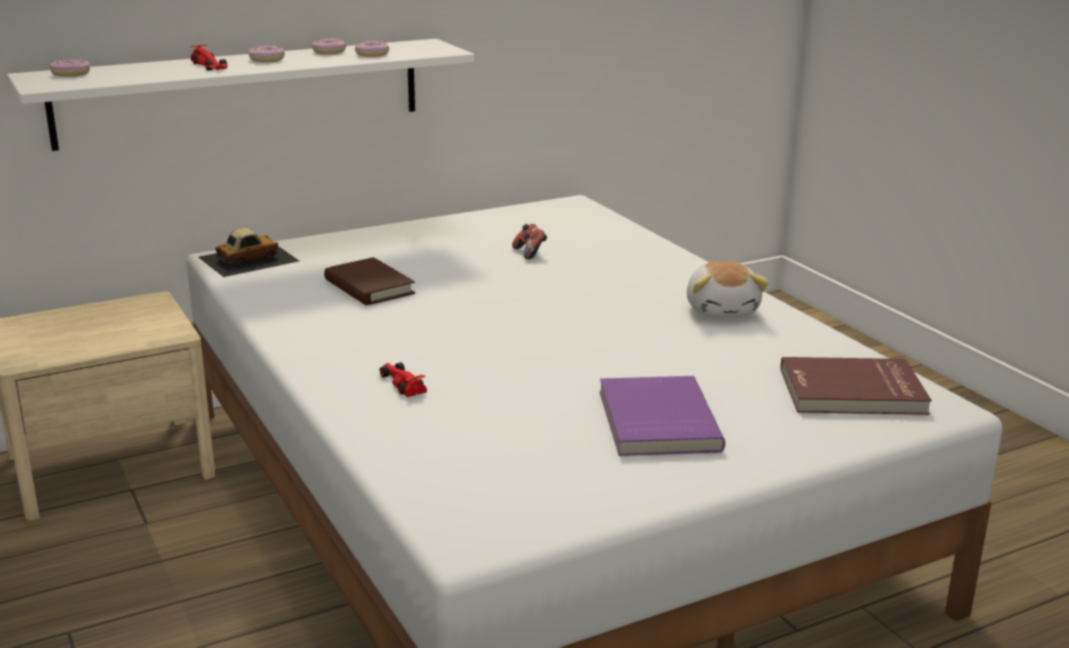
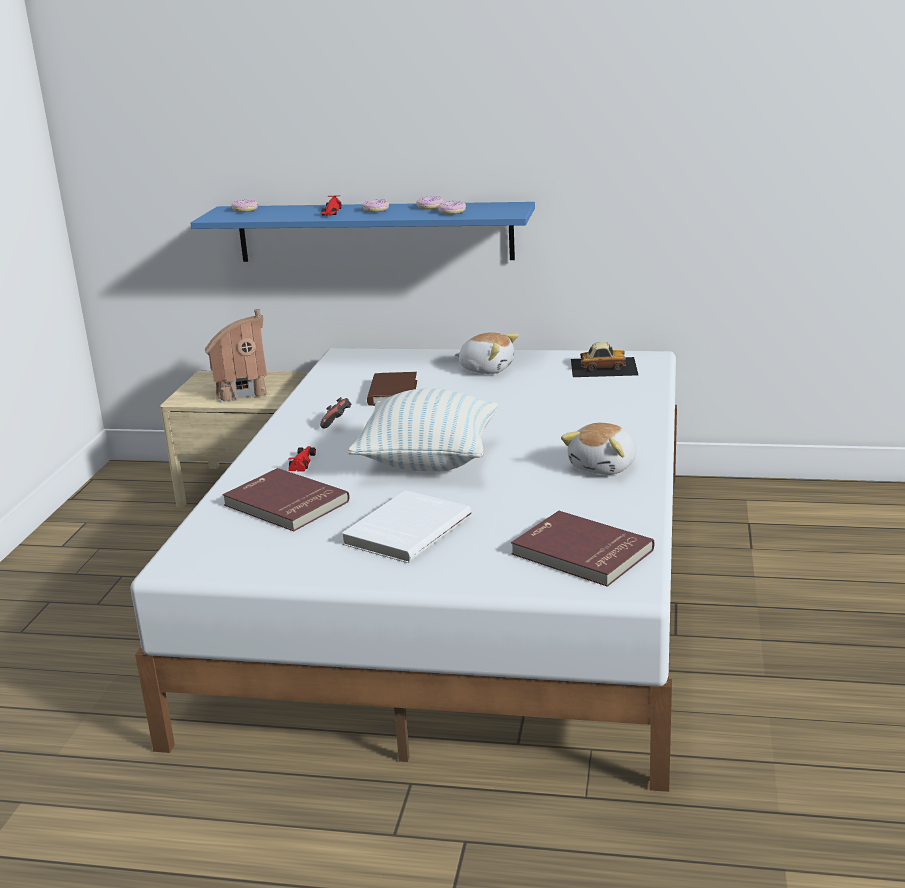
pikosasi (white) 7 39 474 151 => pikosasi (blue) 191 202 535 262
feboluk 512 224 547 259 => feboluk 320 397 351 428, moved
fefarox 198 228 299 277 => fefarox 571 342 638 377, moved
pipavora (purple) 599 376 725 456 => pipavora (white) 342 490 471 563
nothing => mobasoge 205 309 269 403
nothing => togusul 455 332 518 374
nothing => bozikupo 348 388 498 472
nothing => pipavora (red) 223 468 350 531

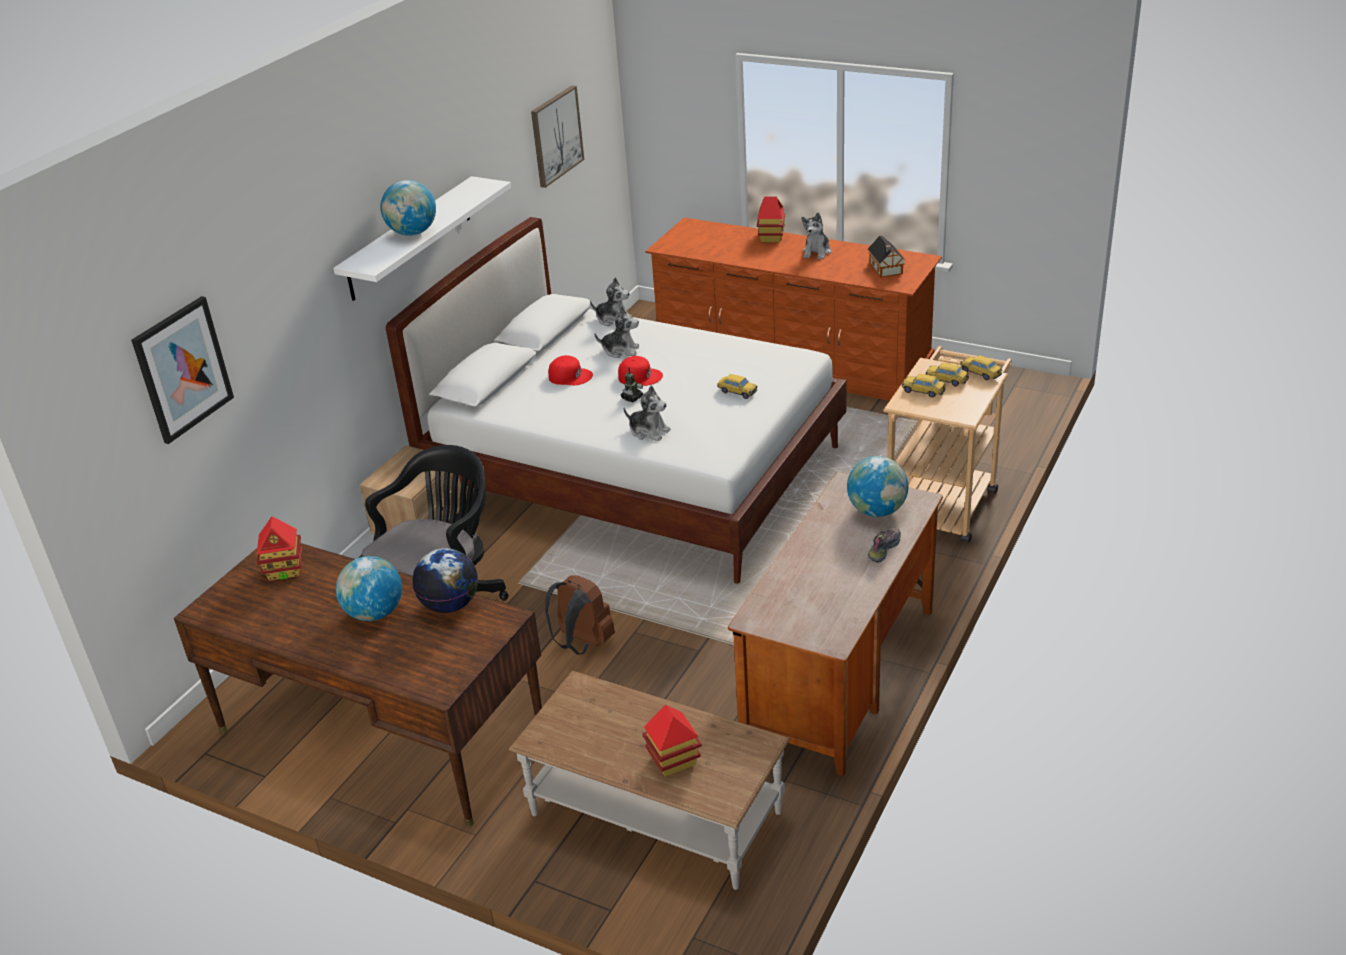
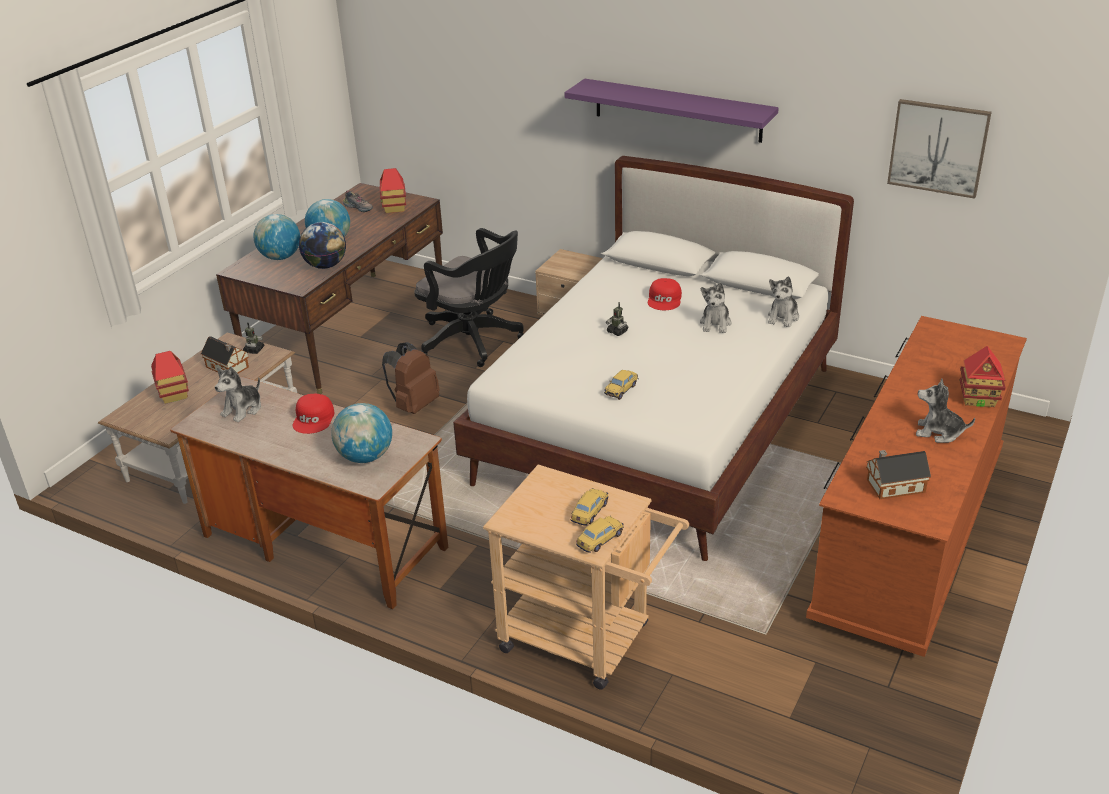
pikosasi (white) 333 176 511 301 => pikosasi (purple) 565 79 779 143
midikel 381 180 436 236 => midikel 253 214 300 260, moved
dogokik 131 296 234 444 => nothing
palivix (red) 618 356 663 386 => palivix (red) 293 394 334 434, moved
fefarox 902 373 946 398 => nothing
togusul 624 385 671 441 => togusul 215 366 261 422, moved
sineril 868 528 901 563 => sineril 343 190 373 212, moved
nothing => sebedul 243 322 265 354
nothing => mobasoge 201 336 249 373

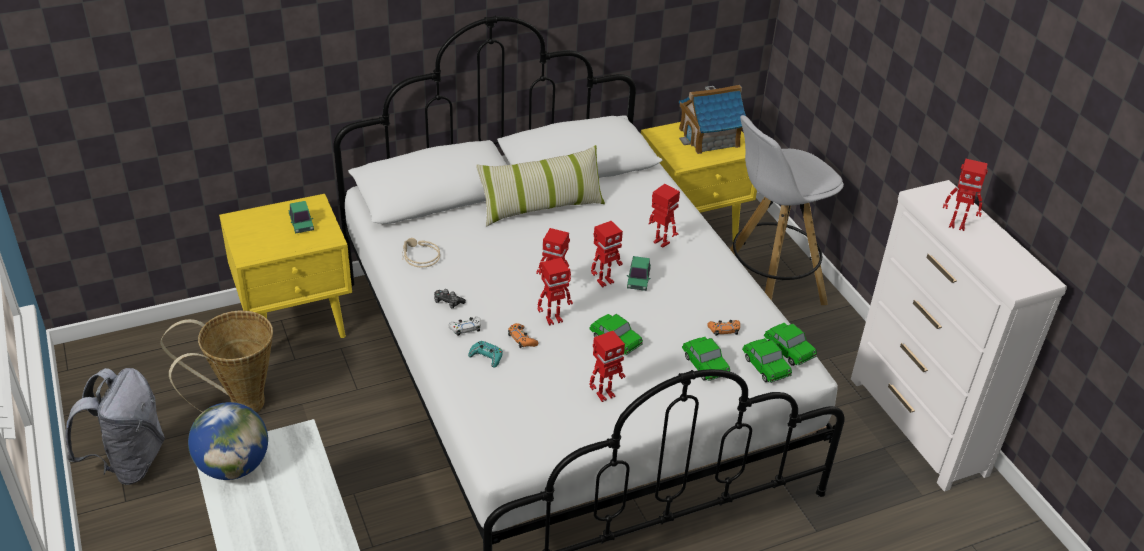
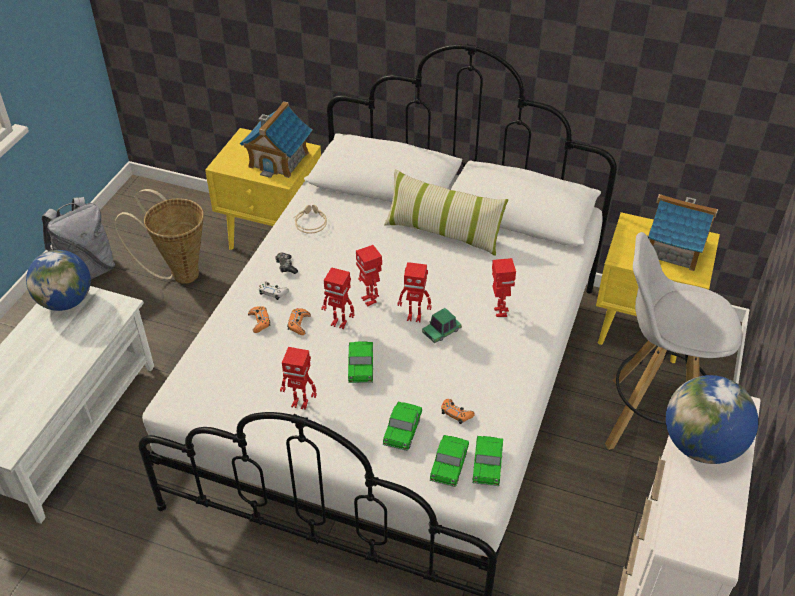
sebedul 943 159 988 231 => midikel 666 375 758 464
fefarox 289 201 314 234 => mobasoge 240 101 312 178
feboluk (turquoise) 468 341 503 368 => feboluk (orange) 248 306 271 333

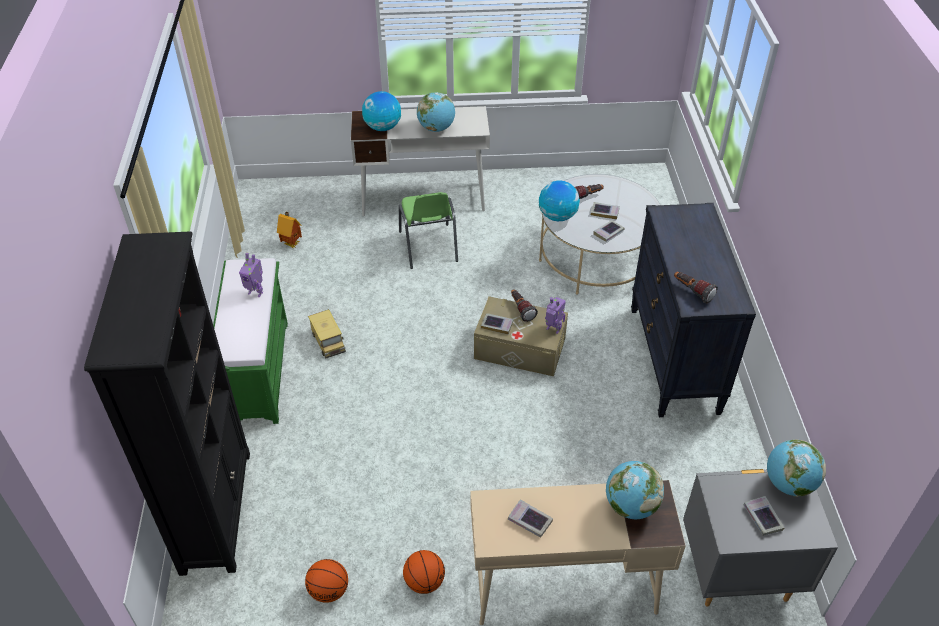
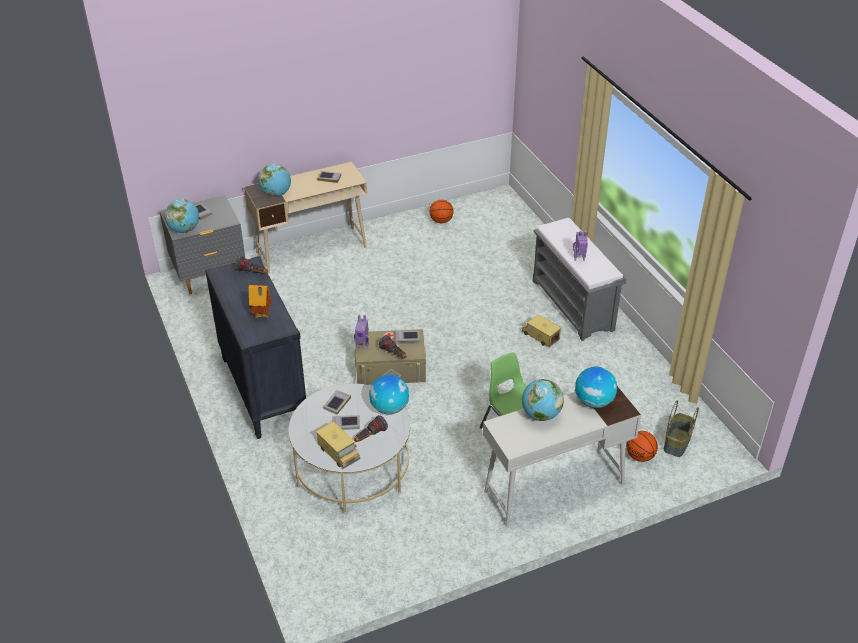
mobasoge 277 212 302 248 => mobasoge 249 285 272 318, moved
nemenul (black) 84 232 250 576 => nothing
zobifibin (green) 213 258 288 424 => zobifibin (grey) 533 218 627 341
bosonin 403 550 445 594 => bosonin 626 431 658 462, moved
nothing => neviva 664 400 699 457
nothing => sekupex 316 421 360 469

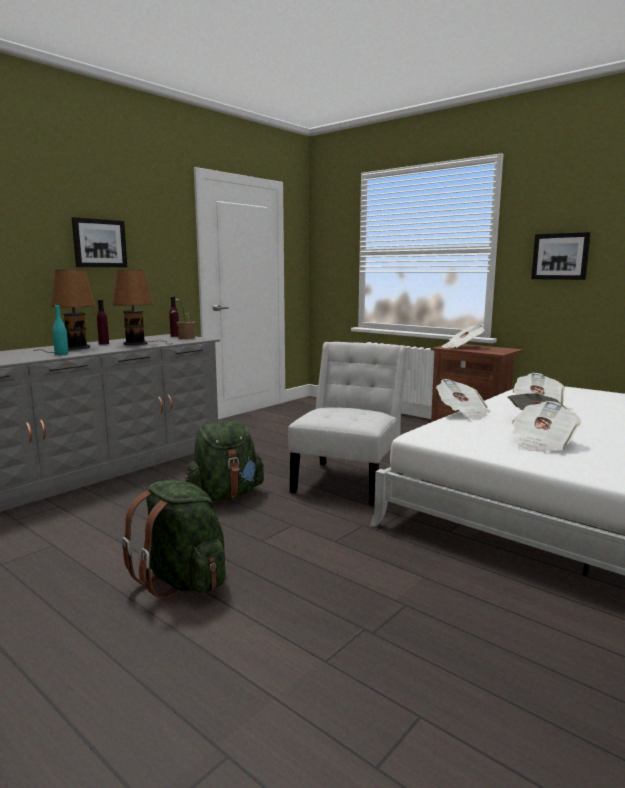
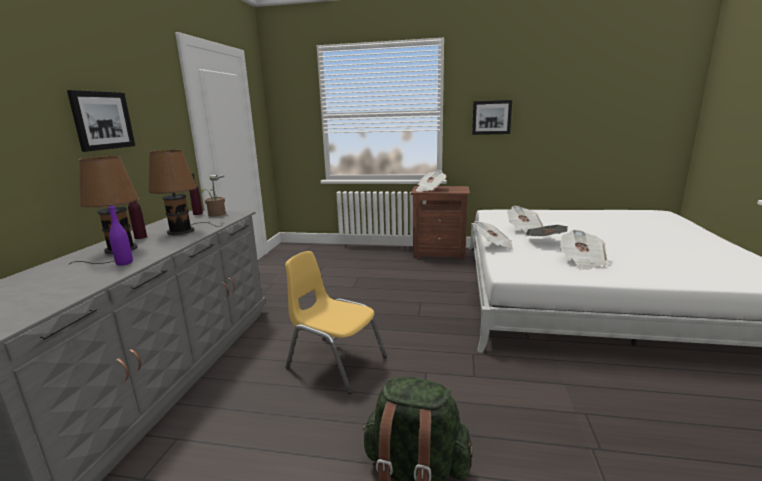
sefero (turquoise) 53 304 68 355 => sefero (purple) 108 204 133 266
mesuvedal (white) 288 342 406 506 => nothing
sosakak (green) 185 421 264 501 => mesuvedal (yellow) 285 251 387 394

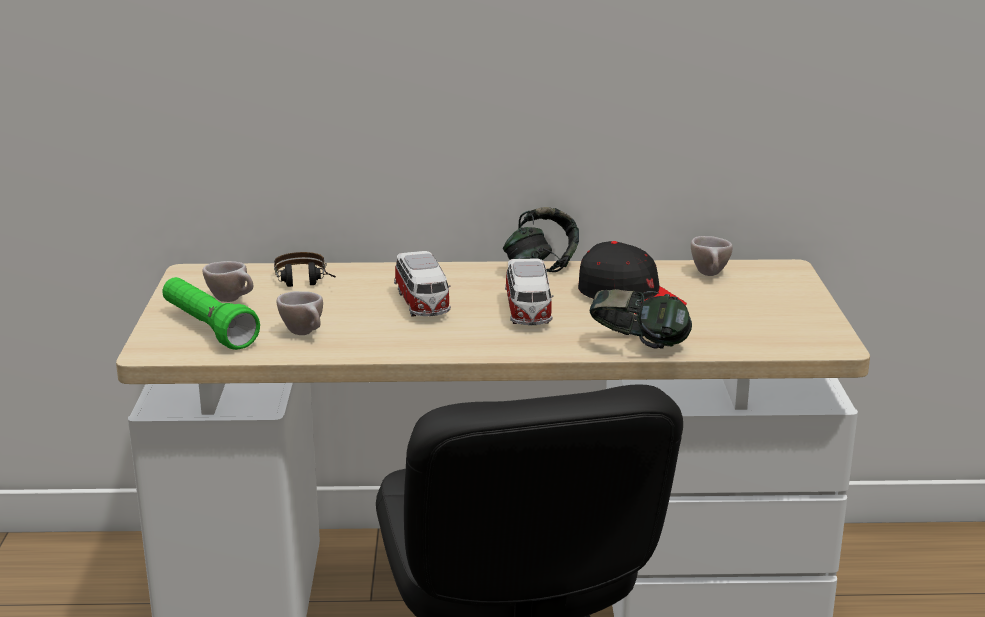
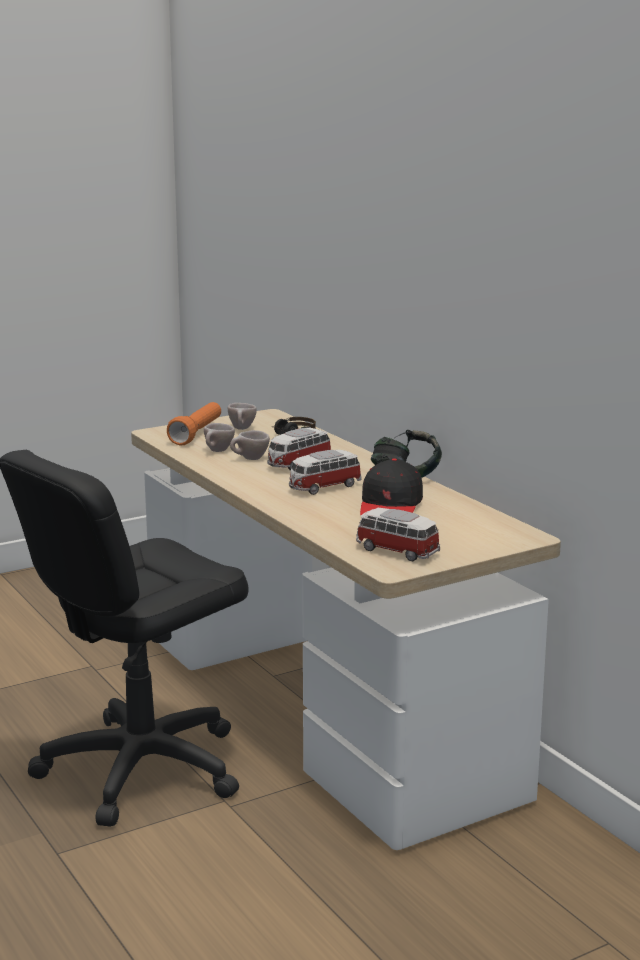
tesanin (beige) 691 236 733 276 => tesanin (beige) 230 430 270 460, moved
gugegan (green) 162 277 260 350 => gugegan (orange) 167 402 221 446
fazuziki 590 289 692 349 => nothing
nothing => fefarox 356 508 440 561

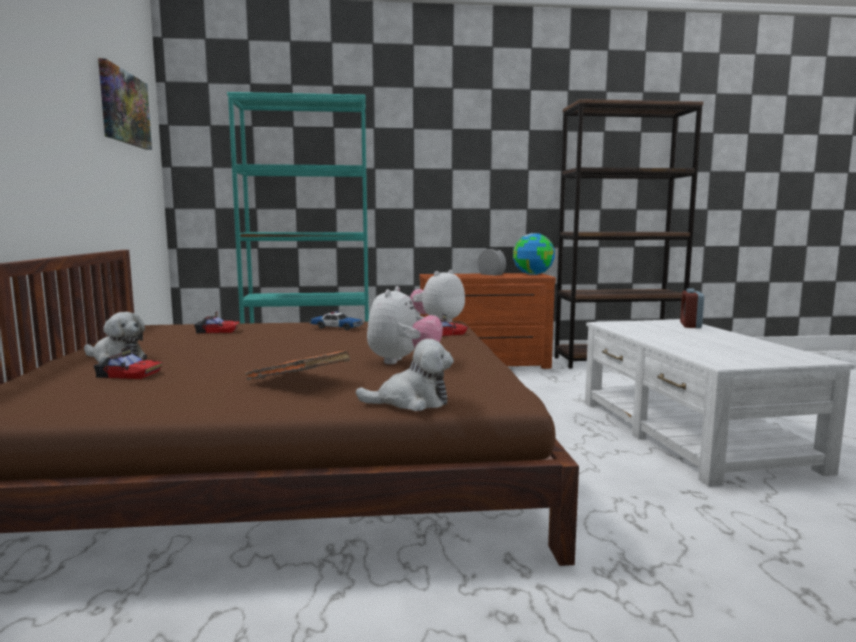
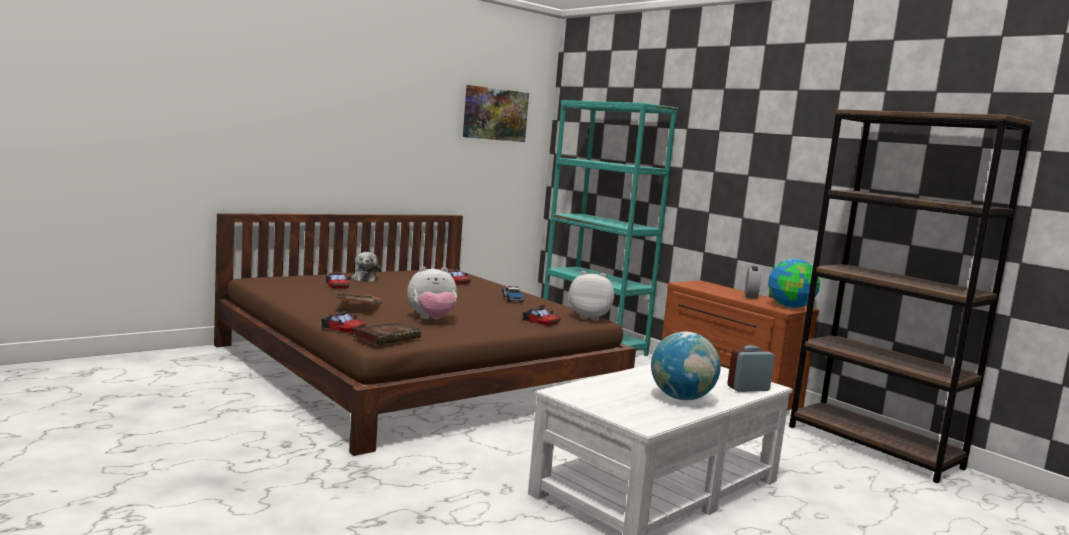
togusul 356 339 454 411 => fefarox 321 309 366 333
nothing => pipavora 353 322 421 345
nothing => midikel 651 332 721 400

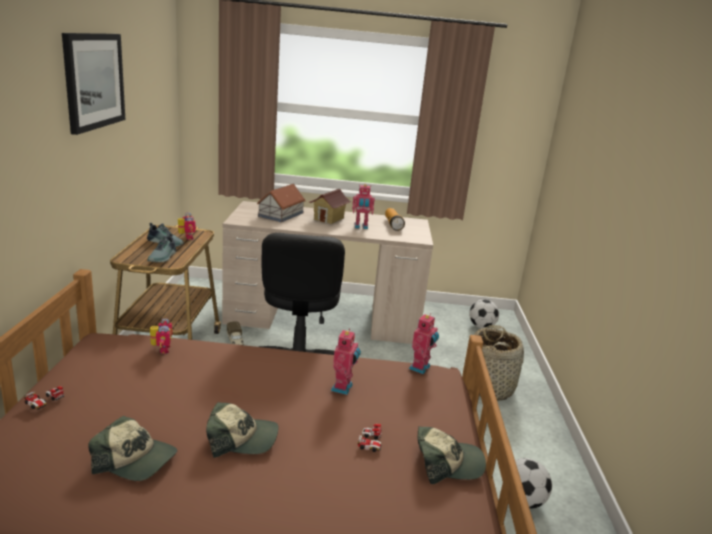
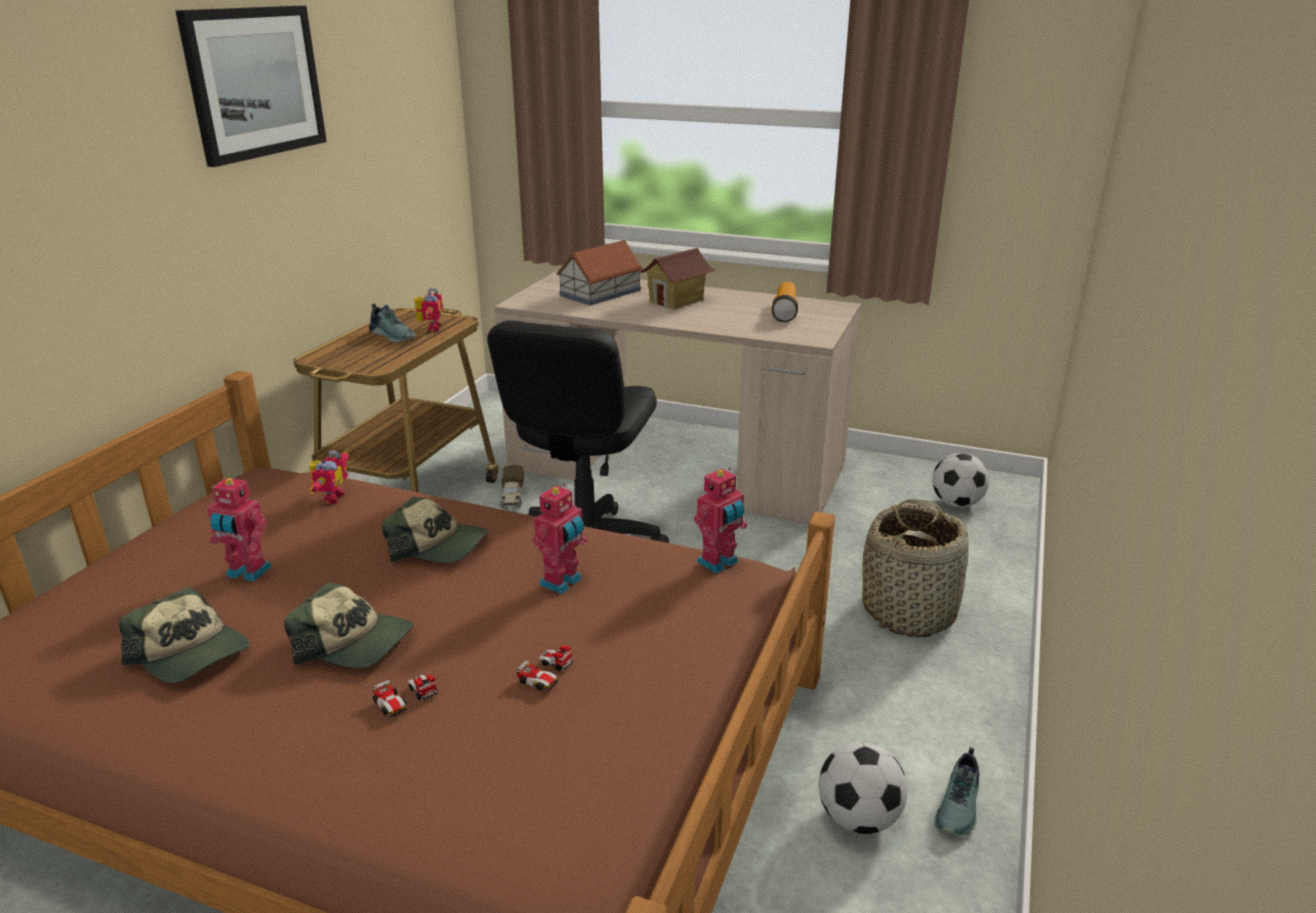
sebedul 352 184 375 229 => sebedul 207 478 272 582, moved
sineril 147 234 176 262 => sineril 934 747 979 836, moved
fefarox 24 386 64 410 => fefarox 373 674 438 717, moved
palivix 417 426 486 484 => palivix 382 496 488 563, moved

